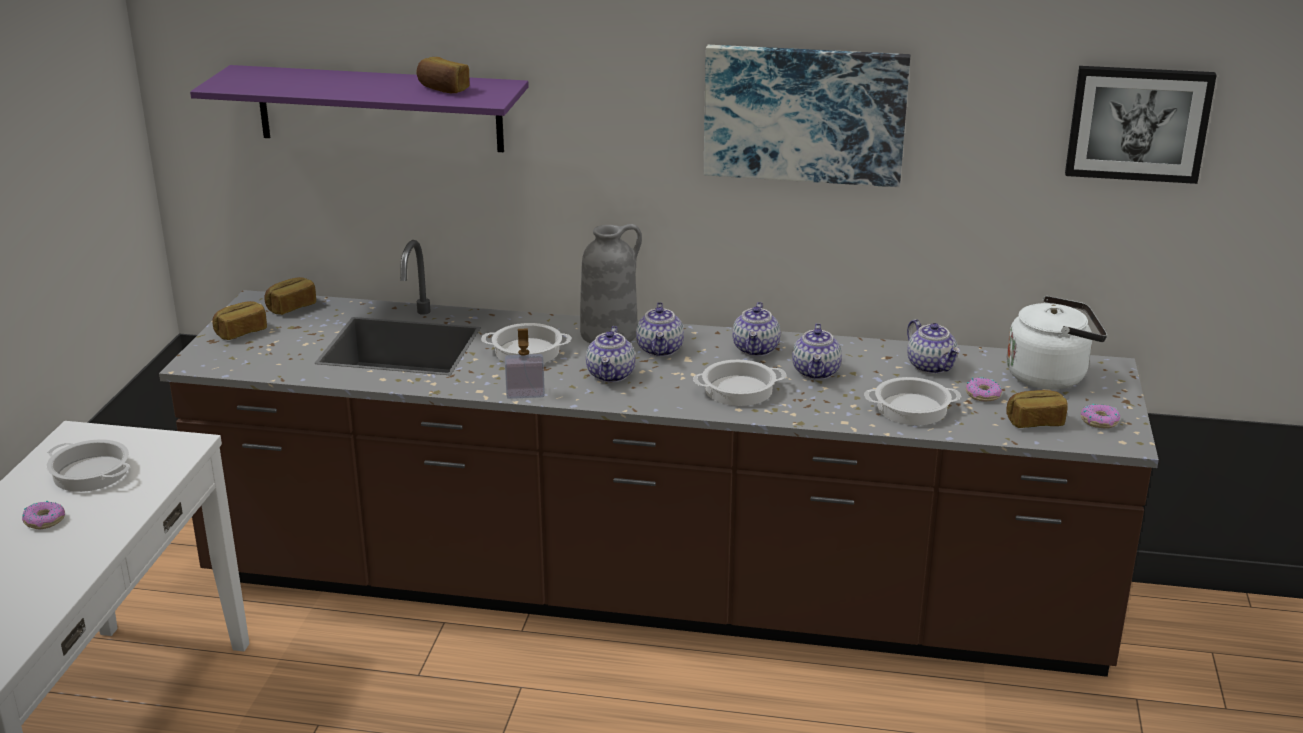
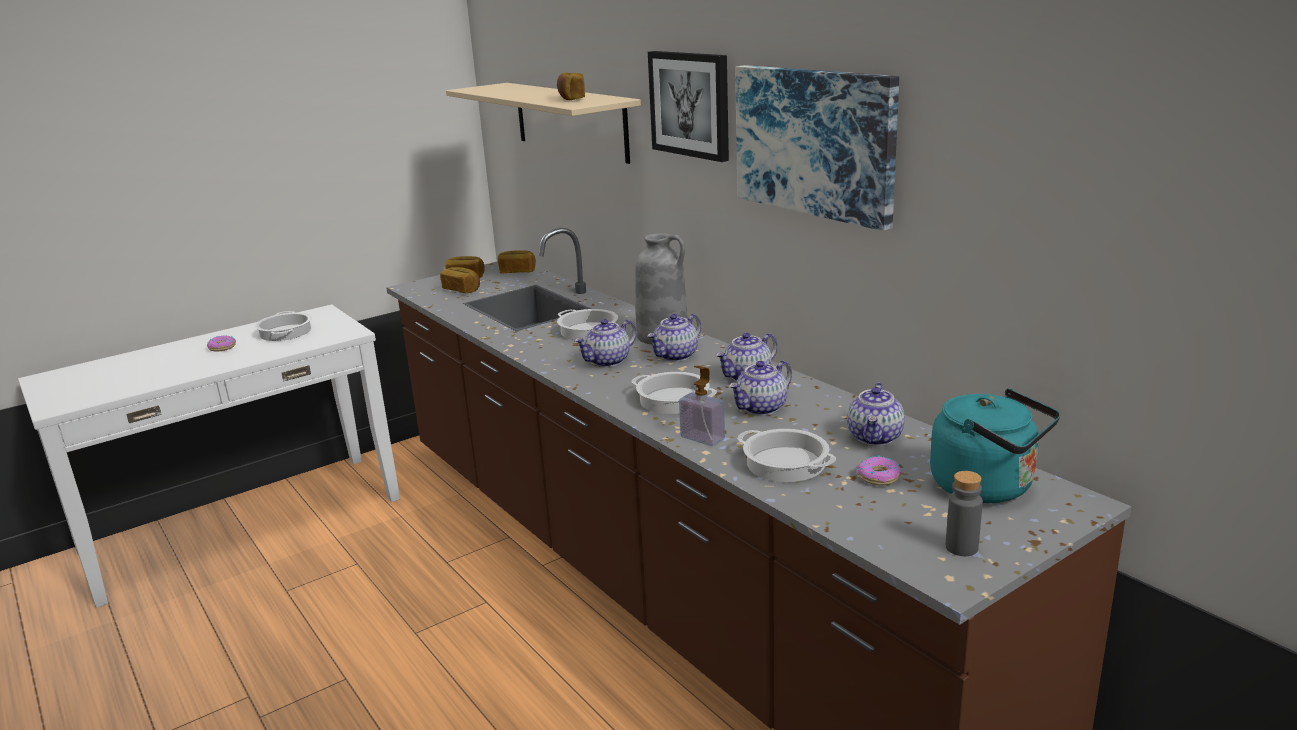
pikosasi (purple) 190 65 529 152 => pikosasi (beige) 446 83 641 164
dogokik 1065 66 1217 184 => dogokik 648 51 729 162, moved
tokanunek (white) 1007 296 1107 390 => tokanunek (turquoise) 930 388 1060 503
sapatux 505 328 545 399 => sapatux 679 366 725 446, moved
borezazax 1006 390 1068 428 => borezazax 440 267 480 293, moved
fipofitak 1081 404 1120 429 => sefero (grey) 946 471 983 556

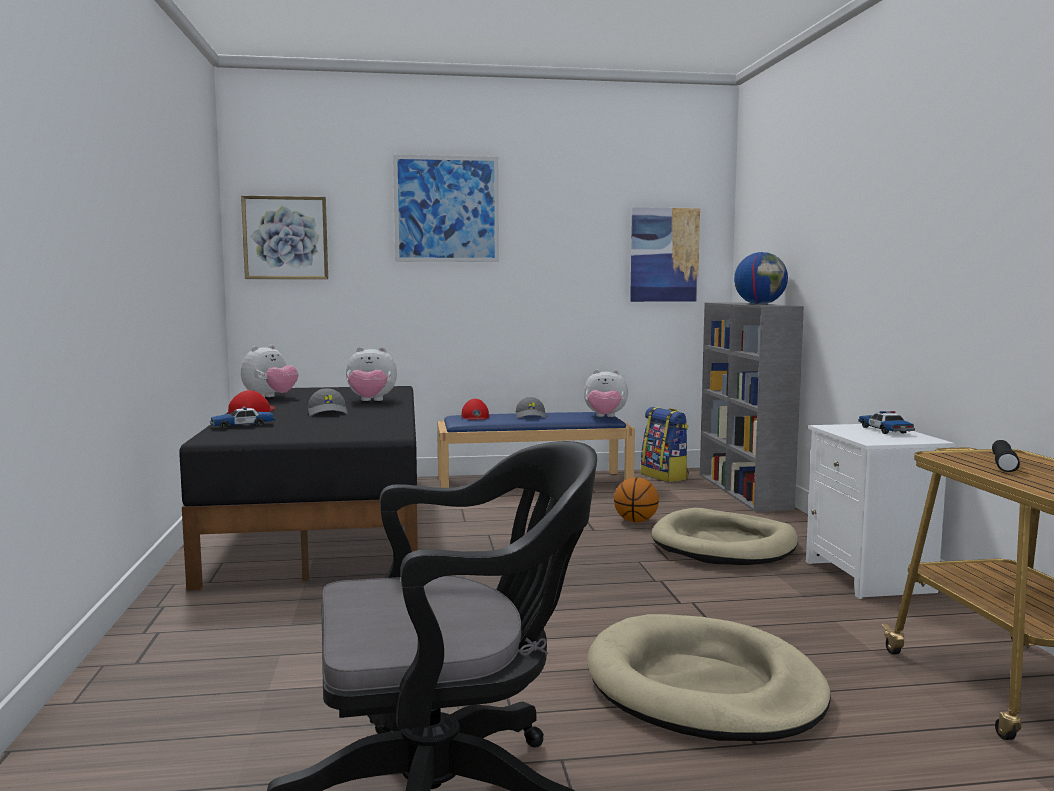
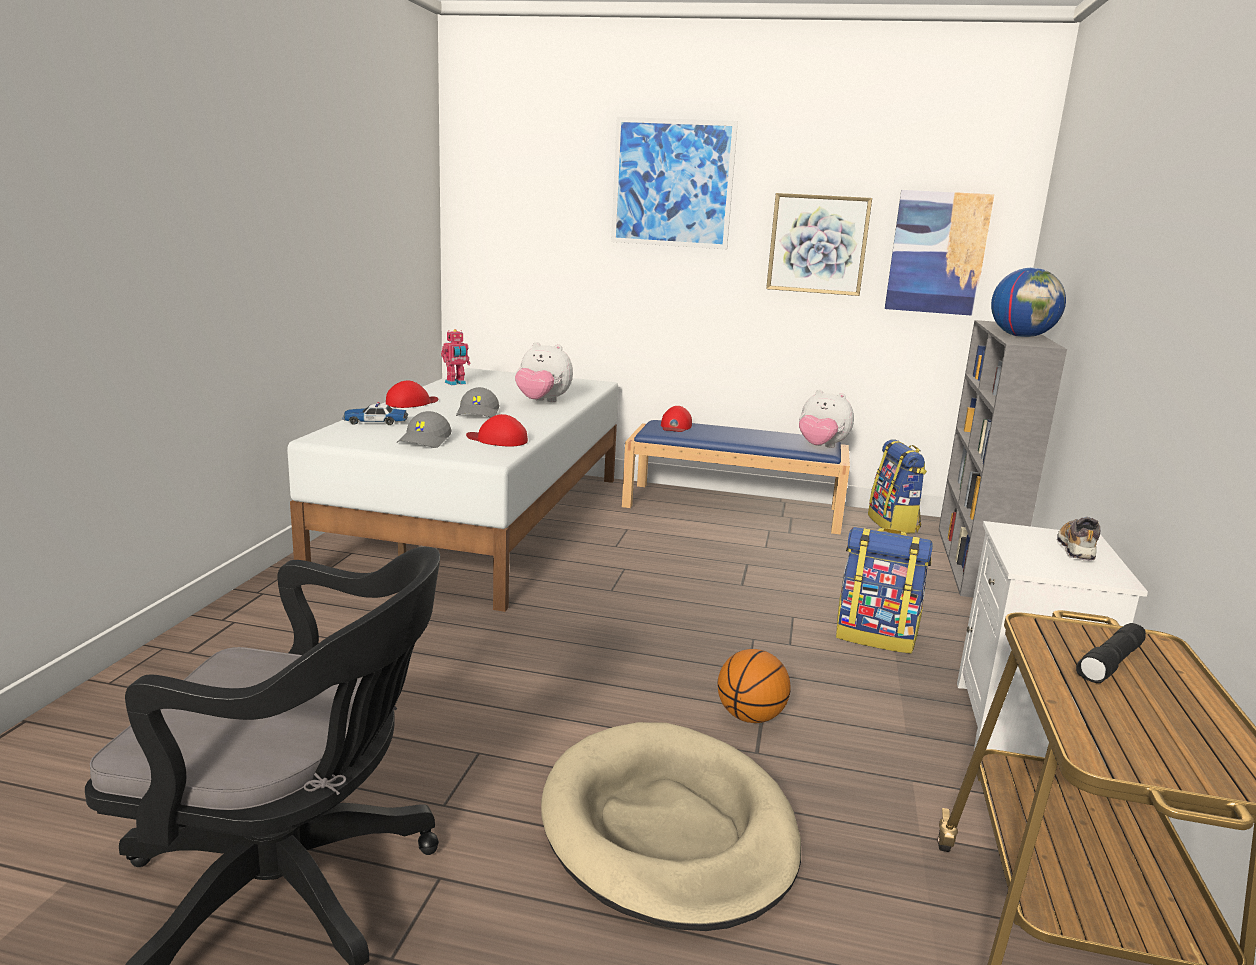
dogokik 241 196 328 279 => dogokik 766 193 872 296, moved
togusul 241 345 299 397 => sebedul 441 329 470 385
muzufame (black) 179 386 418 591 => muzufame (white) 287 368 618 612
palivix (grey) 516 397 546 419 => palivix (grey) 396 411 452 448, moved
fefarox 858 411 915 434 => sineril 1057 517 1100 561
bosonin 614 477 659 523 => bosonin 718 649 790 723, moved
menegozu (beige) 652 508 798 565 => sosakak 836 527 933 654
nothing => palivix (red) 466 414 528 447

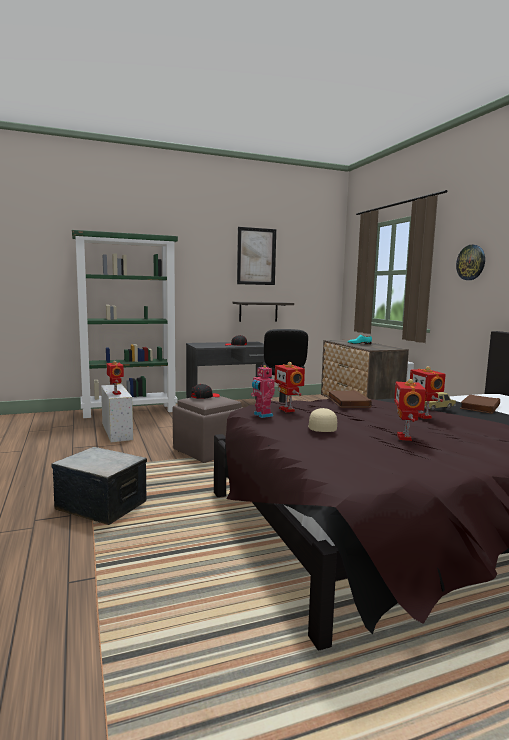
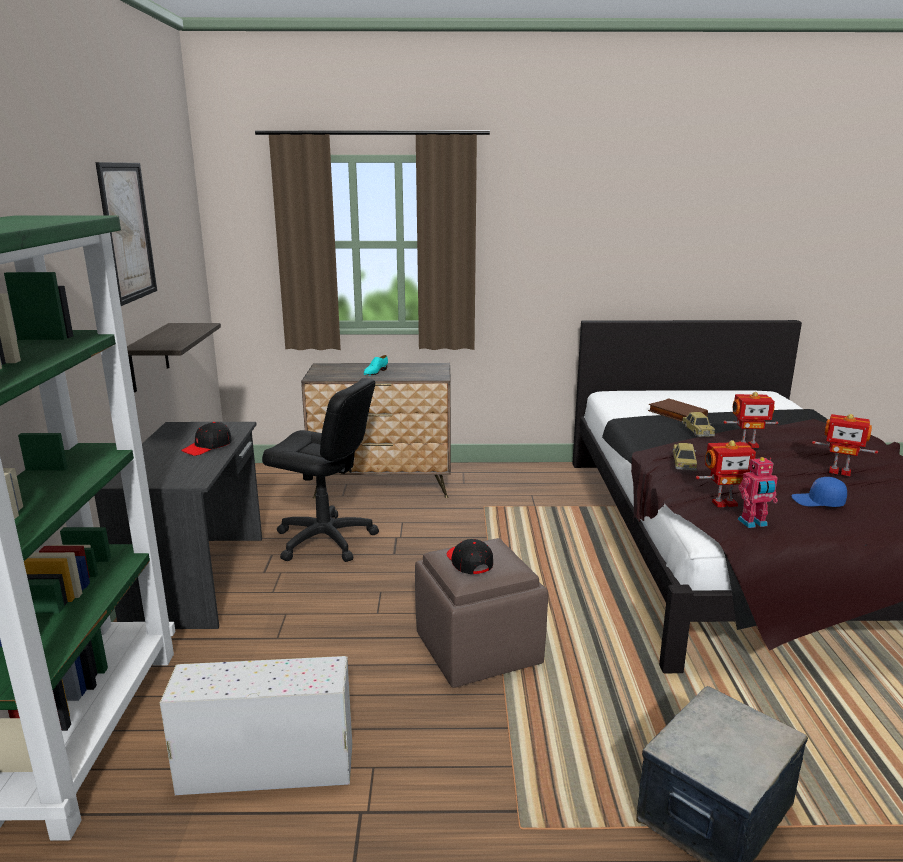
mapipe 456 245 485 280 => nothing
sebedul 107 361 124 395 => nothing
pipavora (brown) 327 390 372 408 => fefarox 673 443 697 471
palivix (beige) 308 408 337 432 => palivix (blue) 791 477 847 507

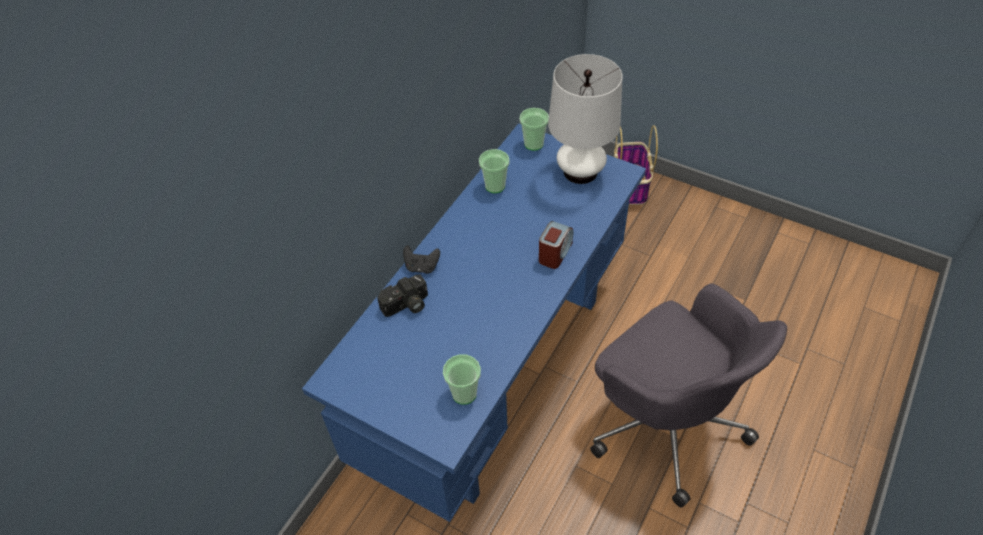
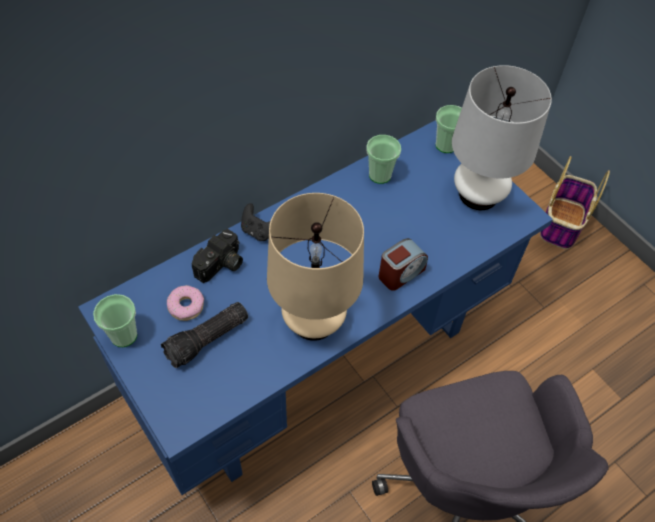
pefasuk 377 274 428 317 => pefasuk 192 229 243 283, 45 degrees counterclockwise
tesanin 443 354 481 405 => tesanin 93 294 137 347, moved
nothing => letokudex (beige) 267 193 364 341
nothing => fipofitak 167 285 204 321
nothing => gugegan 161 302 248 368

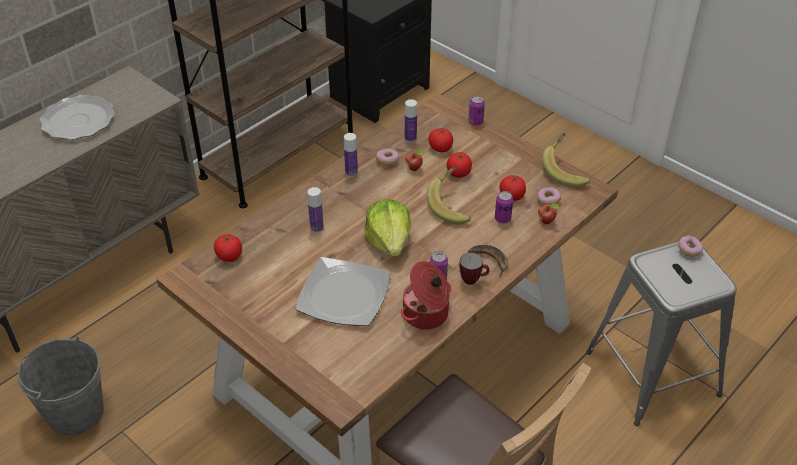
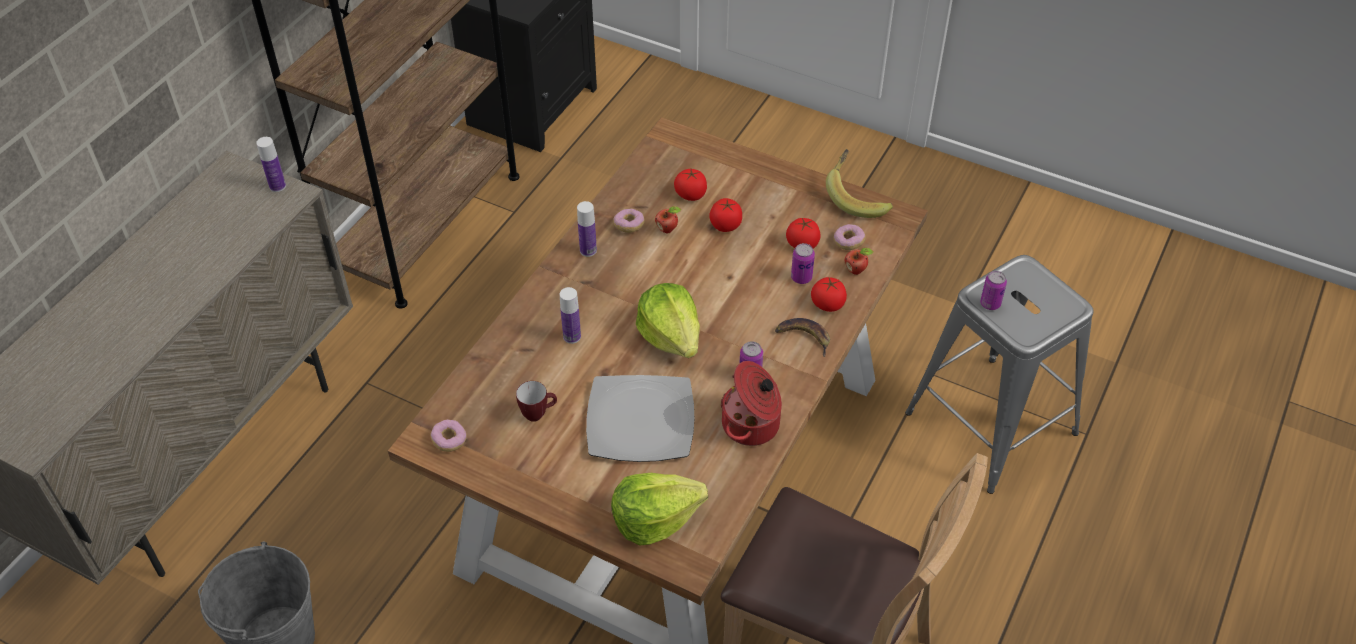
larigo 40 95 115 140 => nothing
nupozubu 468 96 485 126 => nupozubu 980 271 1007 310, moved
sefero 405 99 417 142 => sefero 256 137 286 192, moved
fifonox 427 166 471 224 => nothing
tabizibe 214 234 242 262 => tabizibe 811 277 847 312, moved
fipofitak 678 236 703 257 => fipofitak 430 420 467 452, moved
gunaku 459 253 490 285 => gunaku 516 381 557 422, moved
nothing => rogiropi 611 473 708 546

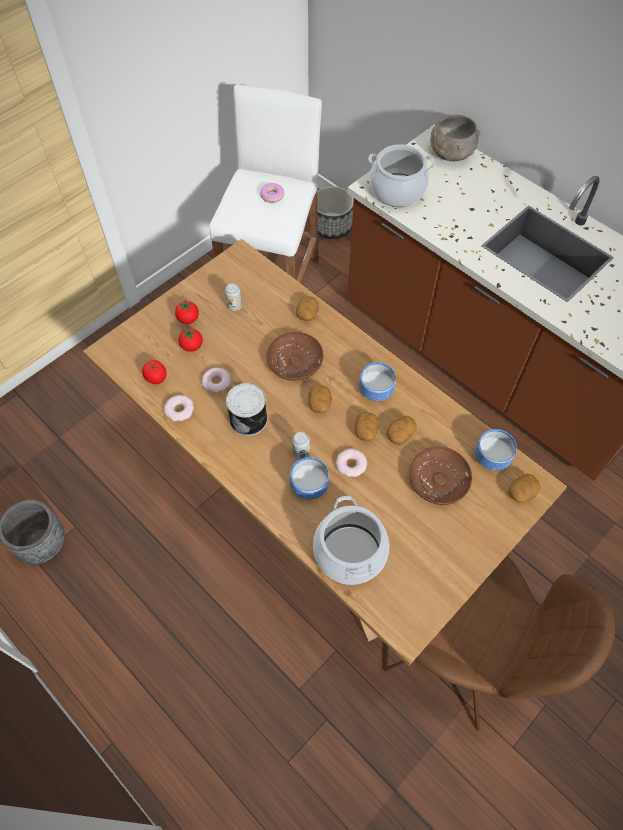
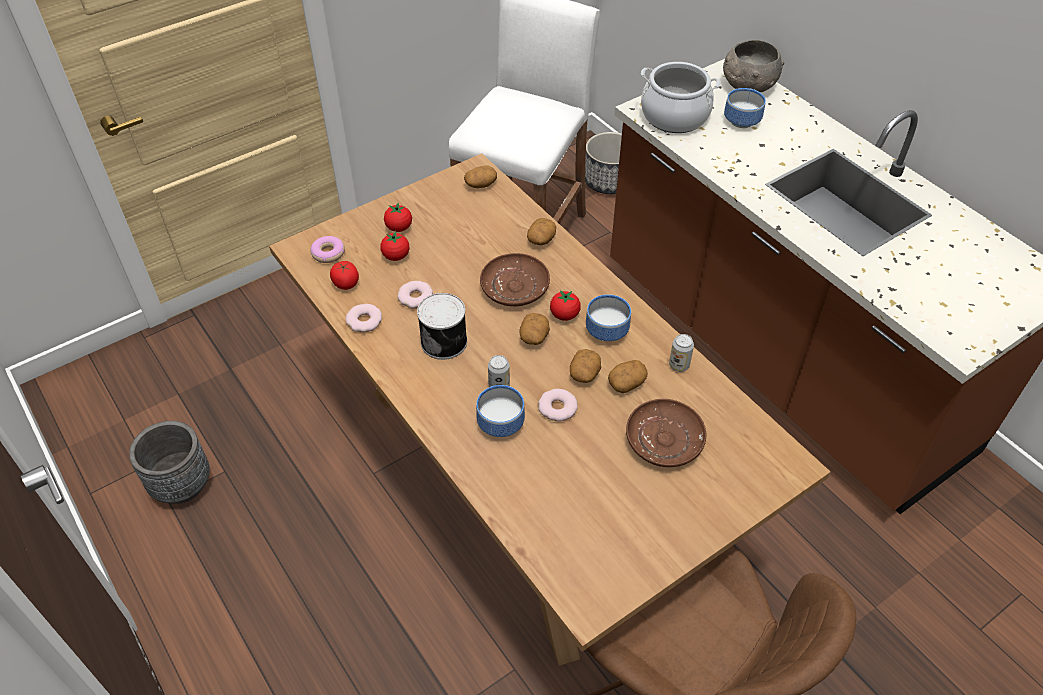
fipofitak 260 183 285 203 => fipofitak 310 236 345 263, moved
nupozubu 225 283 242 311 => nupozubu 669 334 694 372, moved
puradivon 475 429 517 471 => puradivon 724 88 766 128, moved
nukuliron 509 474 540 503 => nukuliron 464 165 497 188, moved
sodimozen 313 496 389 585 => nothing
nothing => tabizibe 550 290 581 321

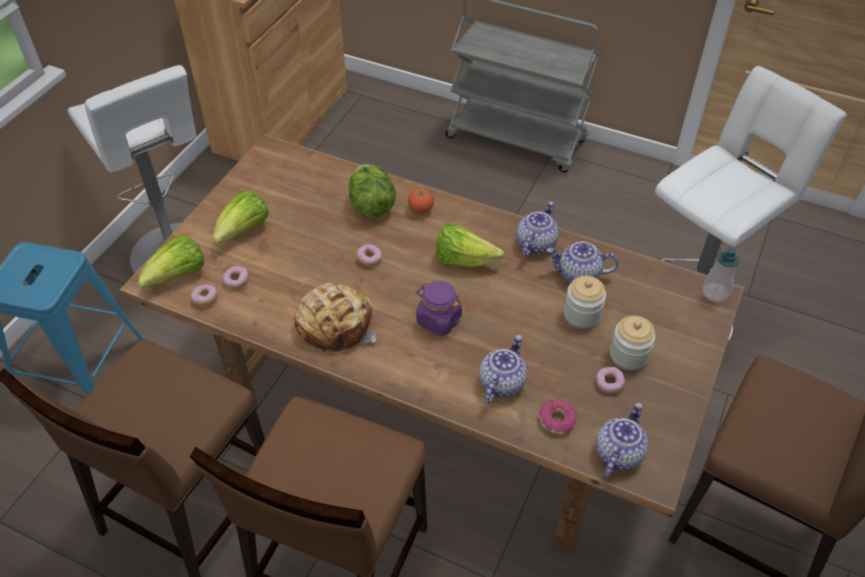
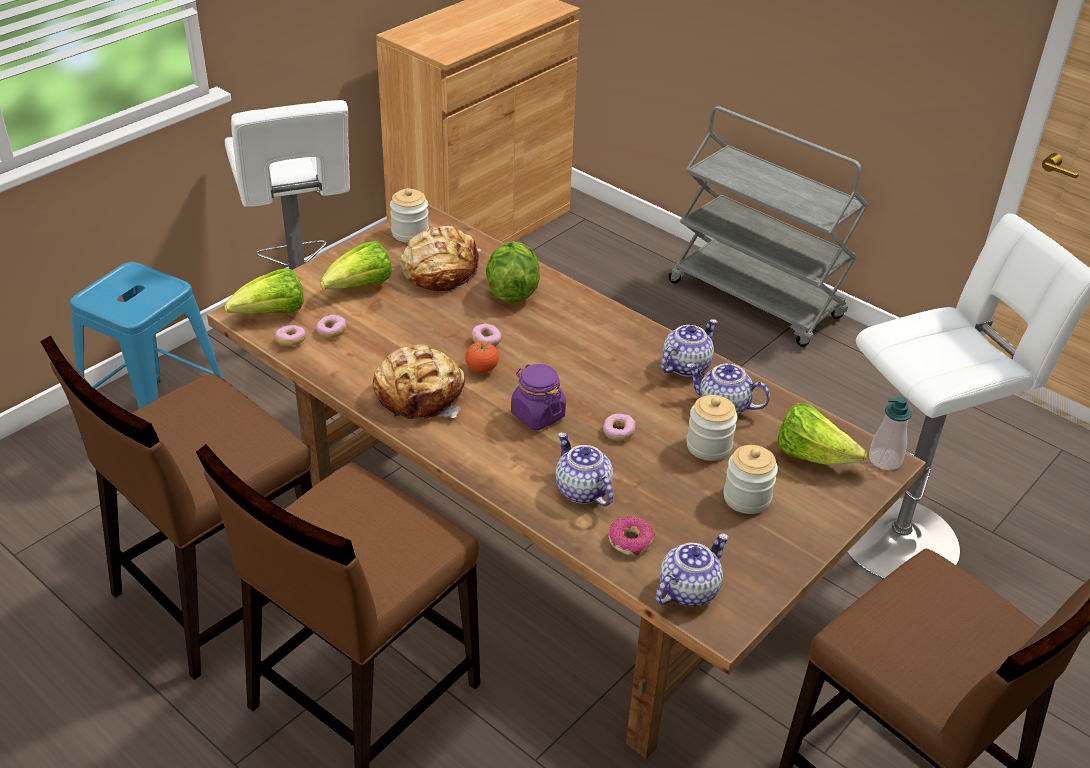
tabizibe 408 189 434 214 => tabizibe 465 341 499 373, moved
rogiropi 436 223 504 267 => rogiropi 778 403 867 465, moved
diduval 479 335 527 403 => diduval 555 432 613 506, 75 degrees counterclockwise
fipofitak 596 367 625 393 => fipofitak 603 414 636 441, moved
nothing => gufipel 390 188 429 243
nothing => borezazax 400 226 481 291

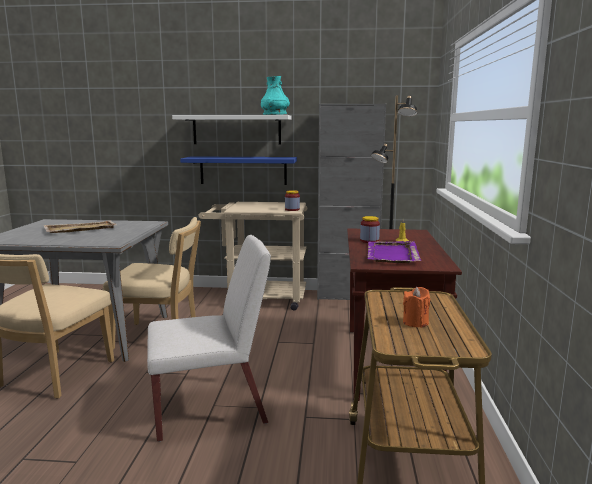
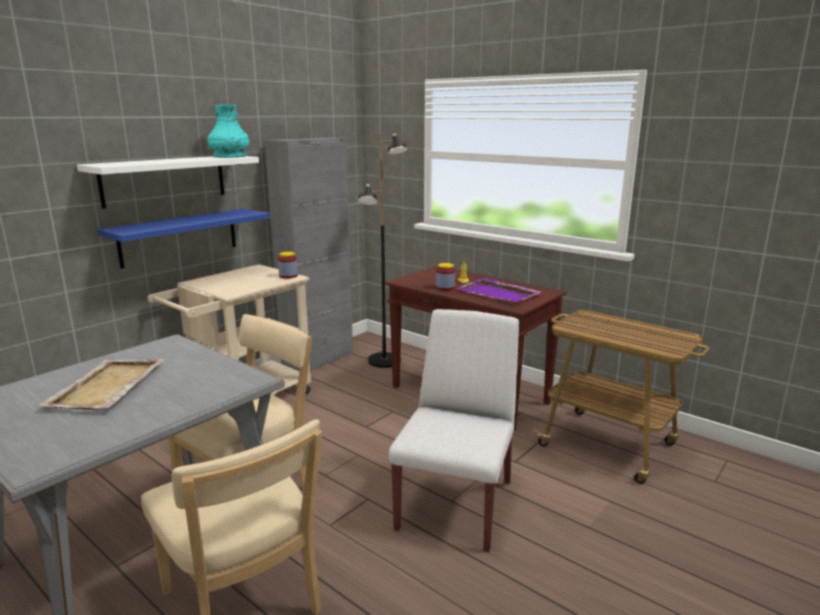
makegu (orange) 403 287 430 328 => nothing

